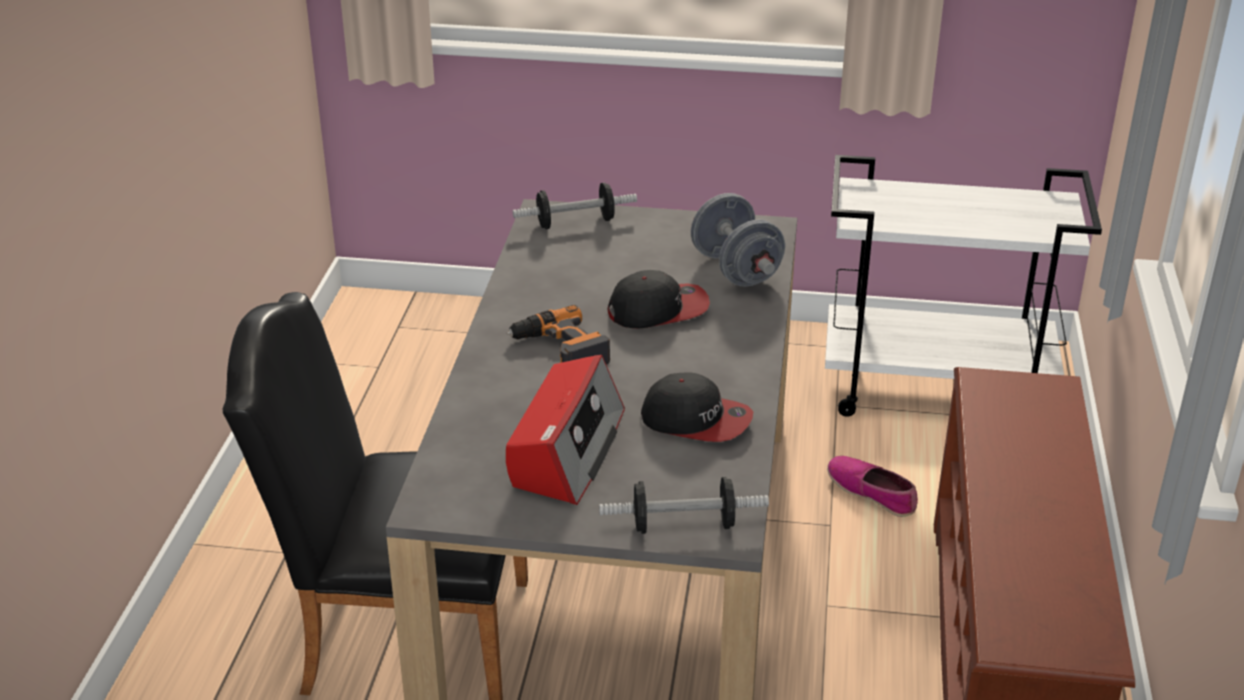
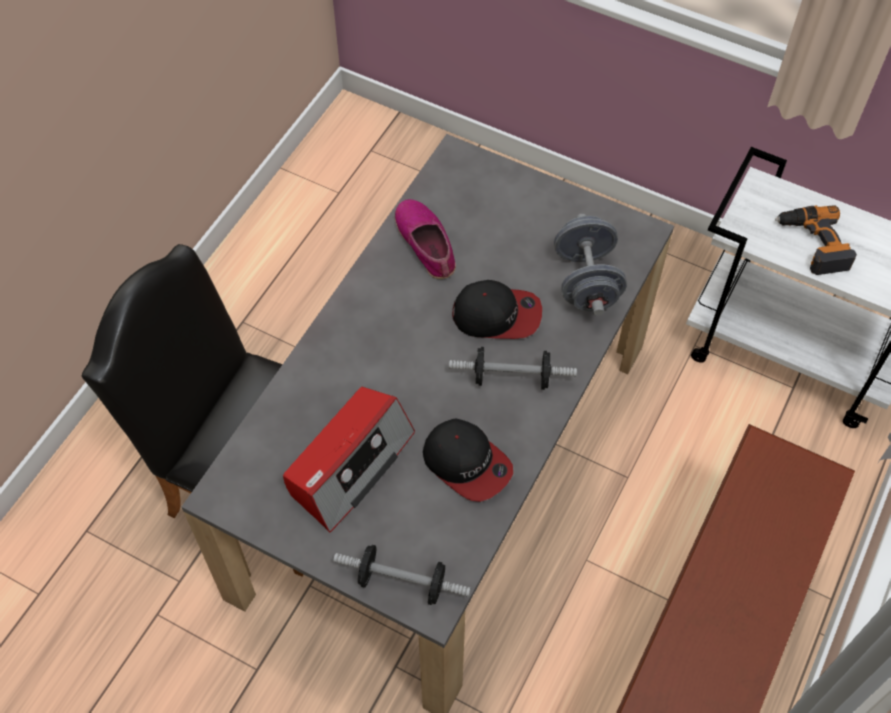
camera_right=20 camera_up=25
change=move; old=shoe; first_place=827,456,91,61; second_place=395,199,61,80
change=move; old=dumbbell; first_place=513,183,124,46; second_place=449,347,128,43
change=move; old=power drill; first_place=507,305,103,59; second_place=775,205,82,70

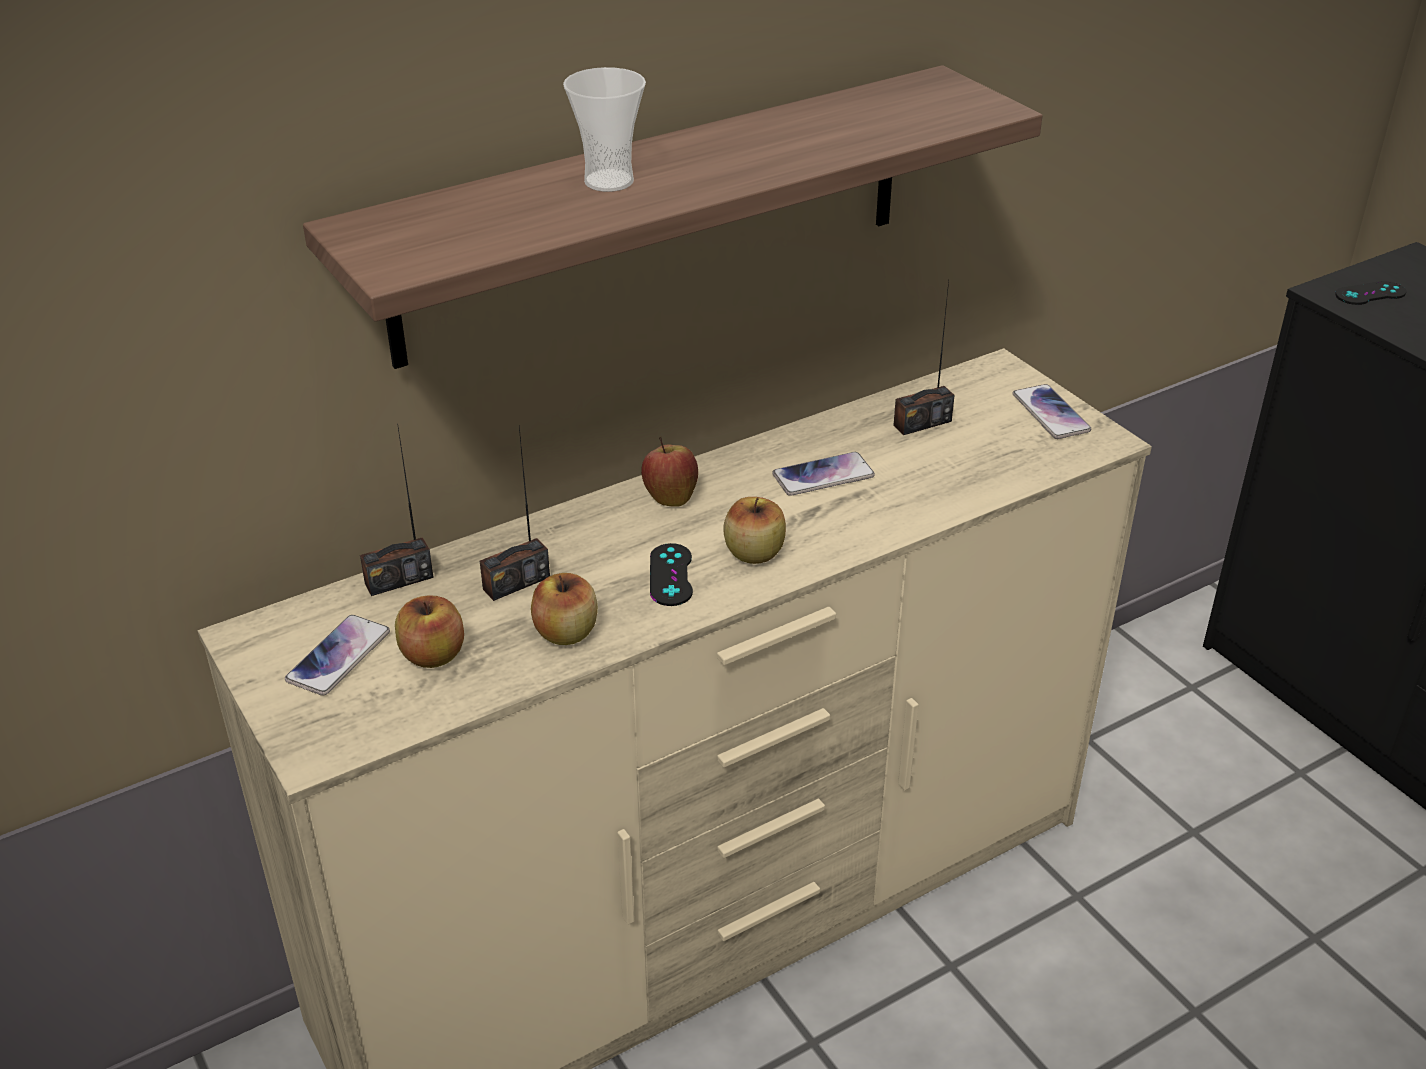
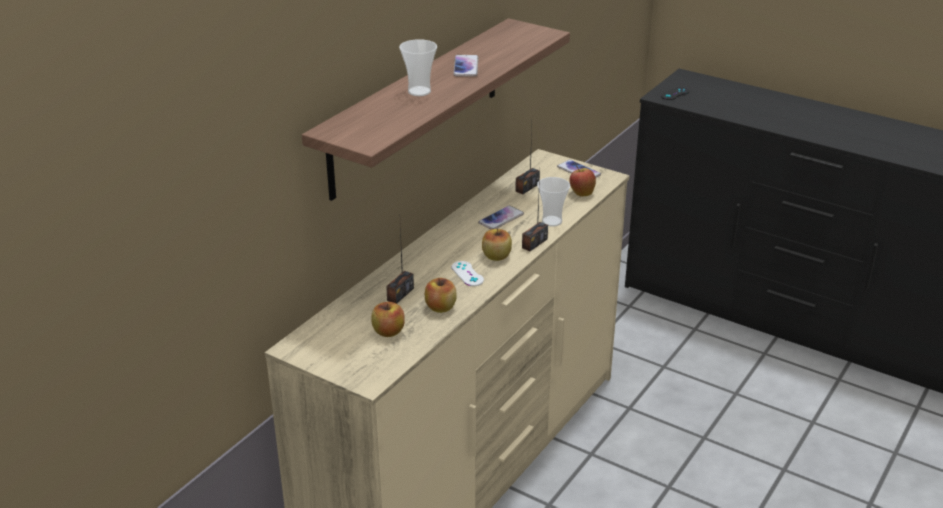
camera_right=-25 camera_up=-5
change=recolor; old=game controller (black); new=game controller (white); first_place=650,543,43,63; second_place=452,261,32,25
change=move; old=phone; first_place=285,615,105,81; second_place=453,55,25,22
change=move; old=radio; first_place=360,424,74,172; second_place=522,173,26,78
change=insert; new=cup; second_place=537,177,33,50
change=move; old=apple; first_place=641,436,57,70; second_place=569,165,27,31

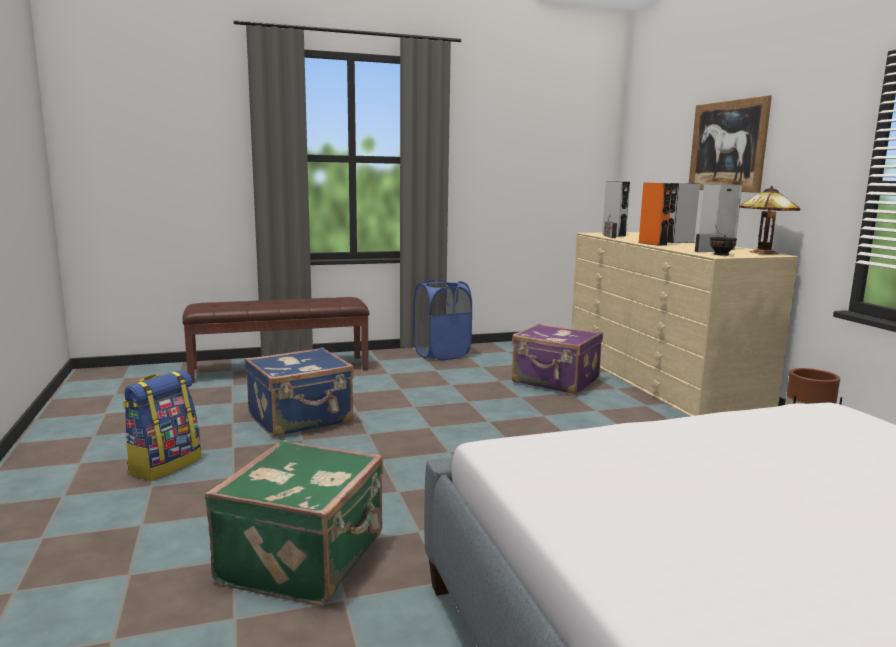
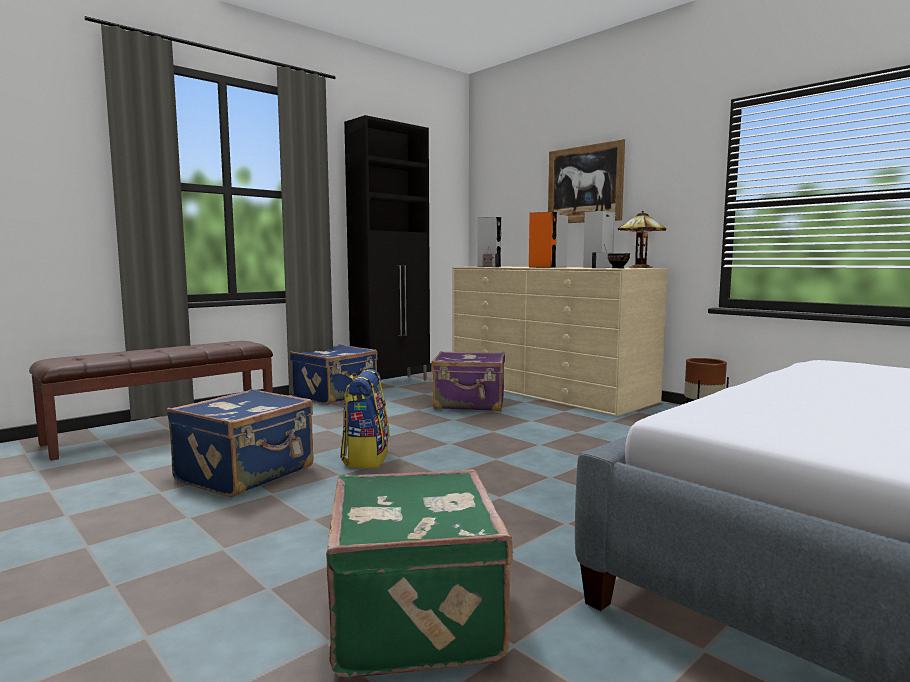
camera_right=-25 camera_up=-5
change=replace; old=laundry basket (blue); new=suitcase (blue); first_place=413,280,59,80; second_place=290,344,88,61
change=move; old=backpack; first_place=122,370,79,111; second_place=340,369,50,99
change=insert; new=cabinet (black); second_place=344,115,86,265

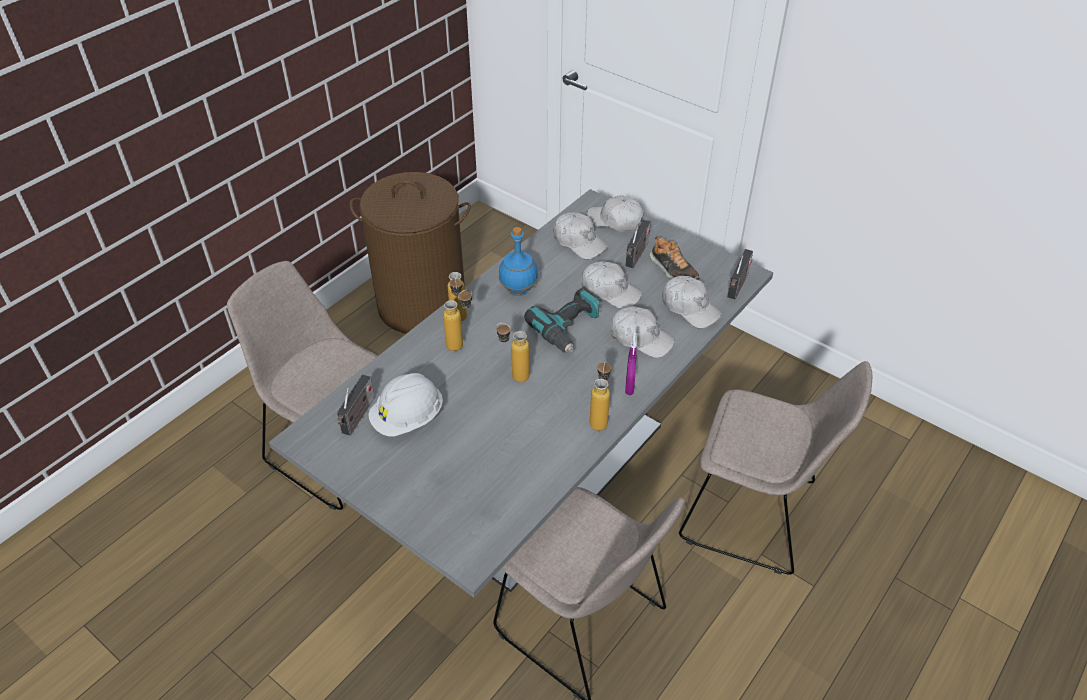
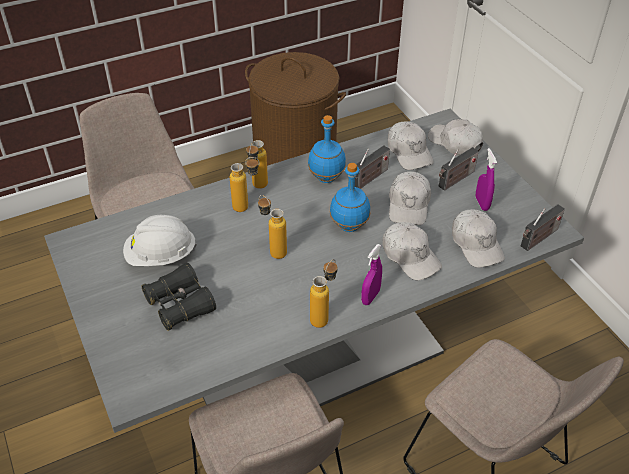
camera_right=25 camera_up=0
change=insert; new=binoculars (black); second_place=141,263,75,68
change=replace; old=power drill; new=bottle (blue); first_place=524,288,75,65; second_place=330,163,40,69
change=move; old=radio; first_place=337,375,38,61; second_place=355,145,35,44
change=rotate; old=cap (white); first_place=581,261,61,48; second_place=389,171,42,54; degrees=45
change=replace; old=shoe; new=spray bottle (purple); first_place=649,236,51,44; second_place=476,148,21,63

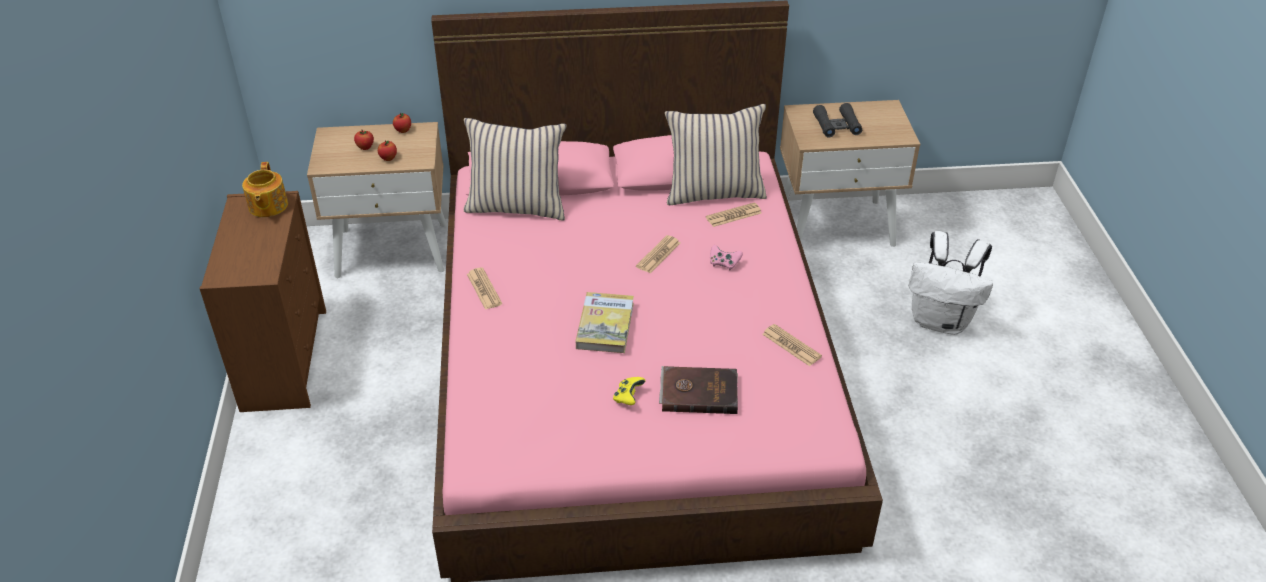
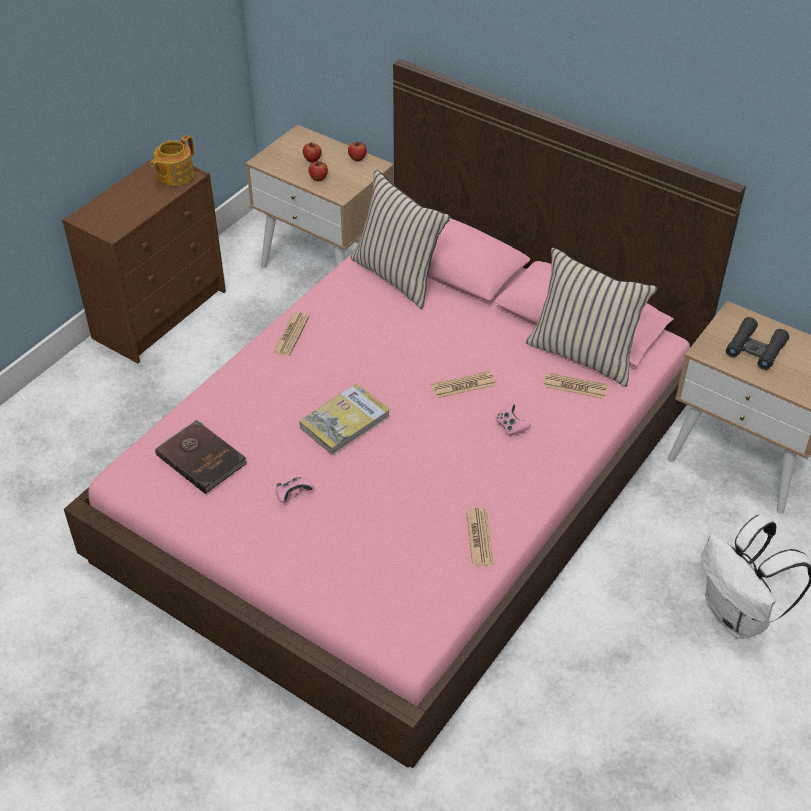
camera_right=40 camera_up=5
change=move; old=book (brown); first_place=659,366,79,48; second_place=155,419,92,75
change=recolor; old=game controller (yellow); new=game controller (pink); first_place=613,377,32,28; second_place=275,477,39,26

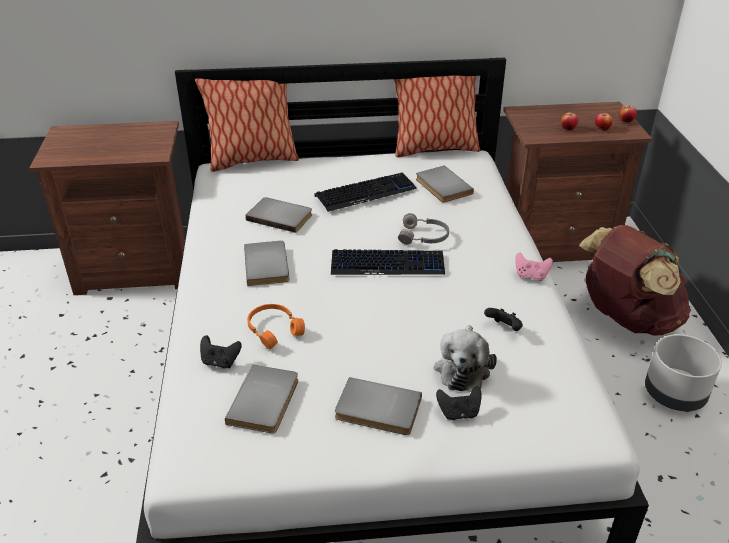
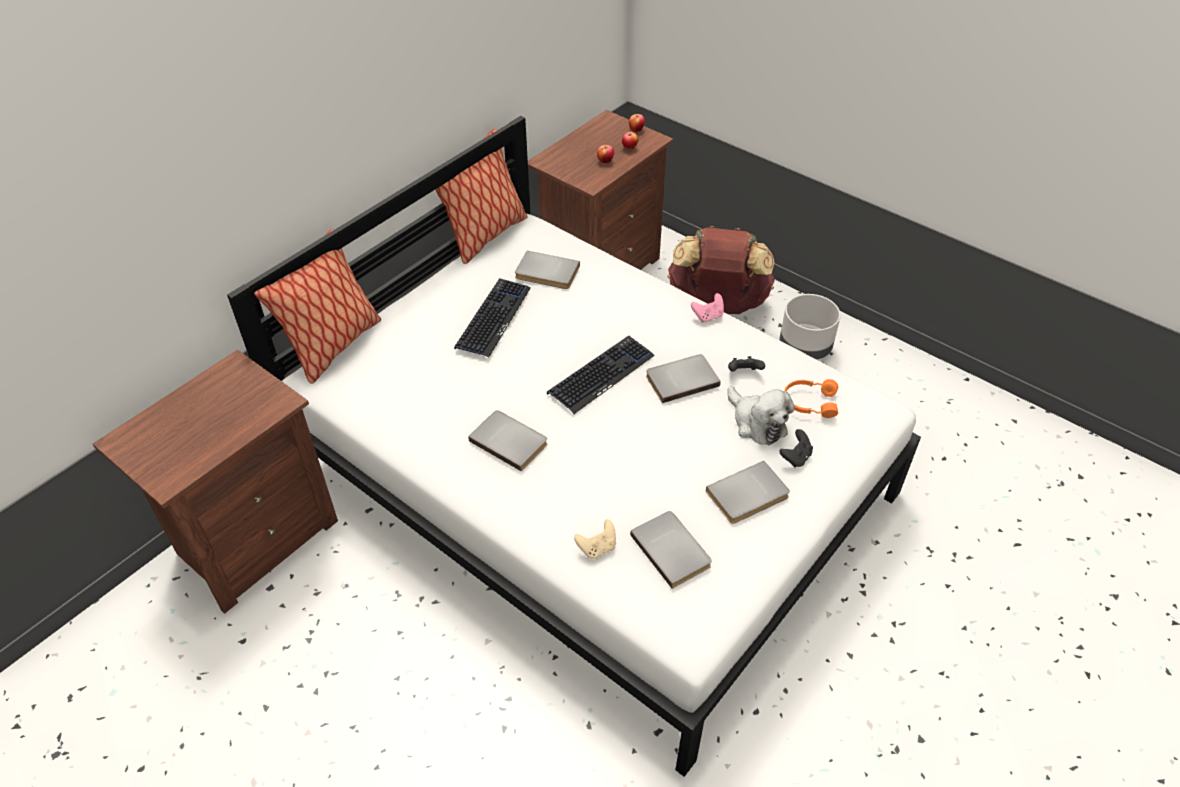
camera_right=-45 camera_up=10
change=recolor; old=game controller (black); new=game controller (beige); first_place=200,335,42,33; second_place=574,519,42,40
change=move; old=book (grey); first_place=245,197,67,36; second_place=646,354,75,49
change=move; old=headphones (orange); first_place=247,304,58,45; second_place=784,379,54,39
change=delete; old=headphones (grey); first_place=398,213,51,31

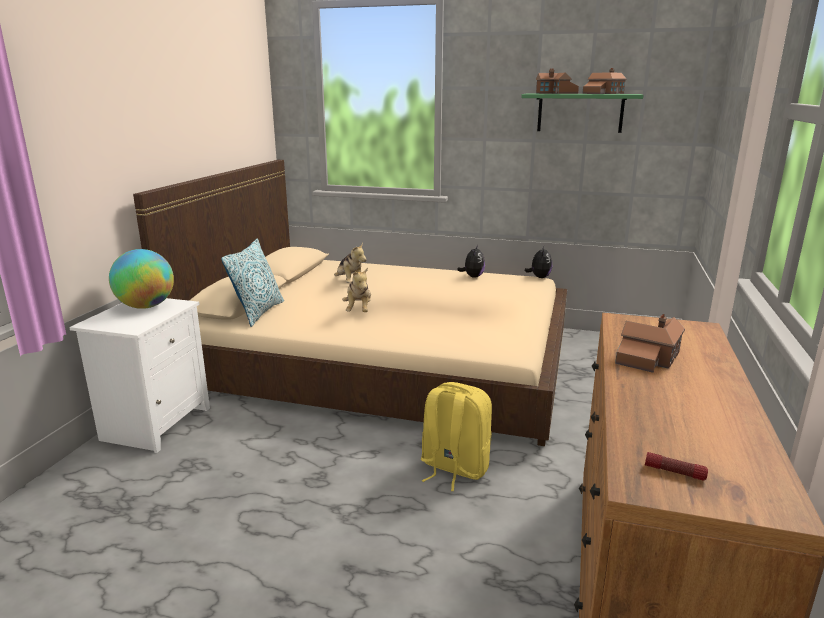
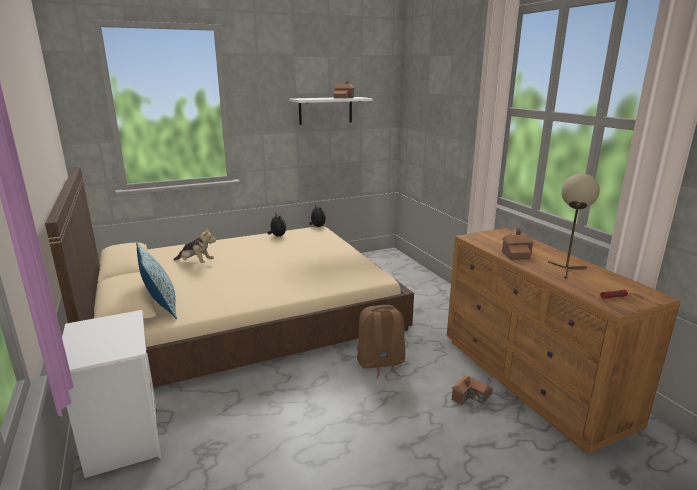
camera_right=-40 camera_up=0
change=recolor; old=shelf (green); new=shelf (white); first_place=521,94,123,39; second_place=289,97,84,28
change=recolor; old=backpack (yellow); new=backpack (brown); first_place=421,382,71,109; second_place=357,305,48,74
change=move; old=toy house; first_place=536,68,43,26; second_place=451,375,42,30
change=insert; new=table lamp (beige); second_place=548,174,52,104
change=delete; old=globe; first_place=109,249,65,60
change=delete; old=plush toy; first_place=342,268,29,44

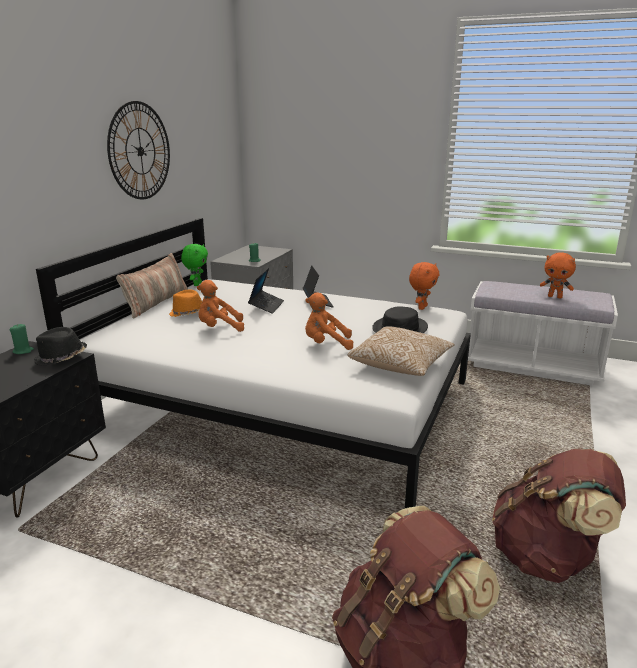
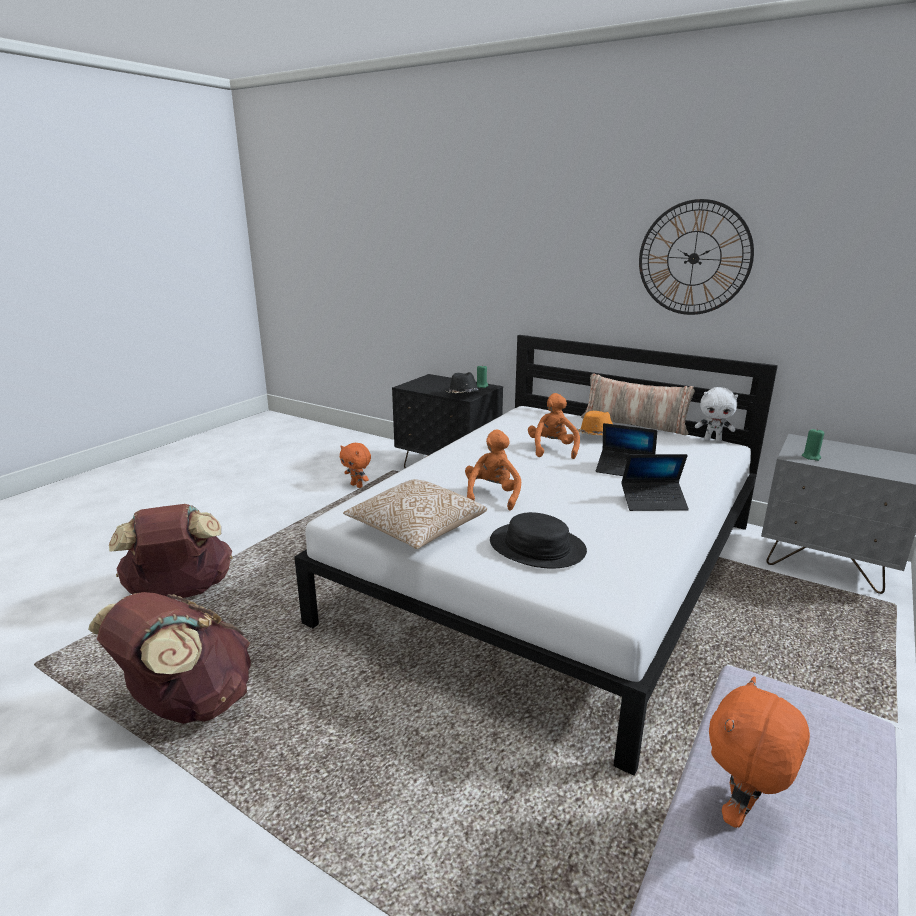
camera_right=100 camera_up=0
change=move; old=plush toy (orange); first_place=409,262,30,48; second_place=340,443,31,45
change=recolor; old=plush toy (green); new=plush toy (white); first_place=181,244,27,42; second_place=695,387,43,54

